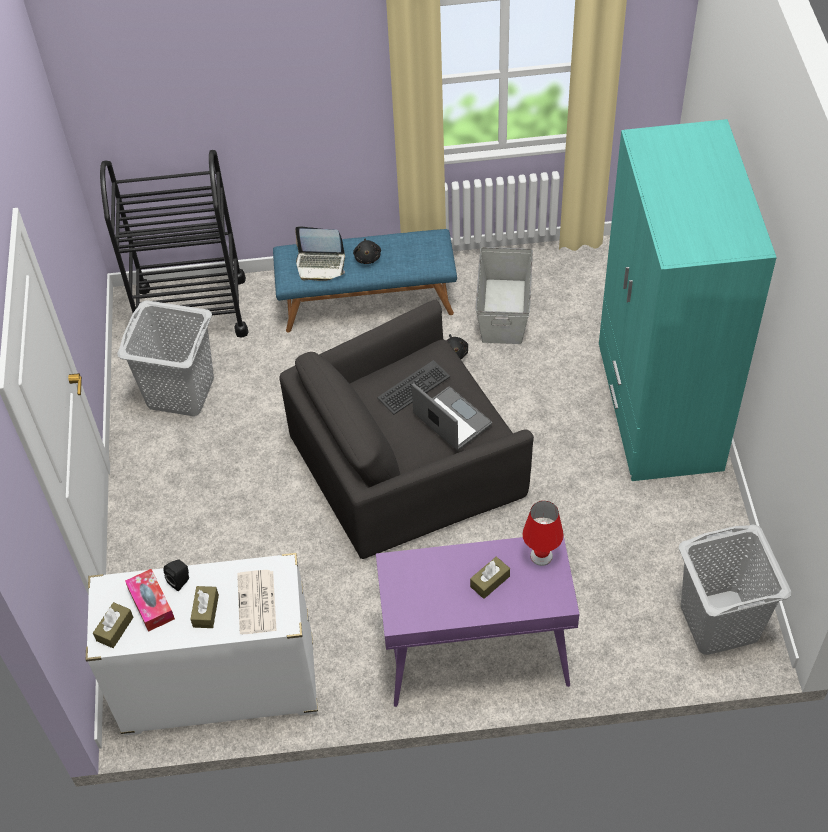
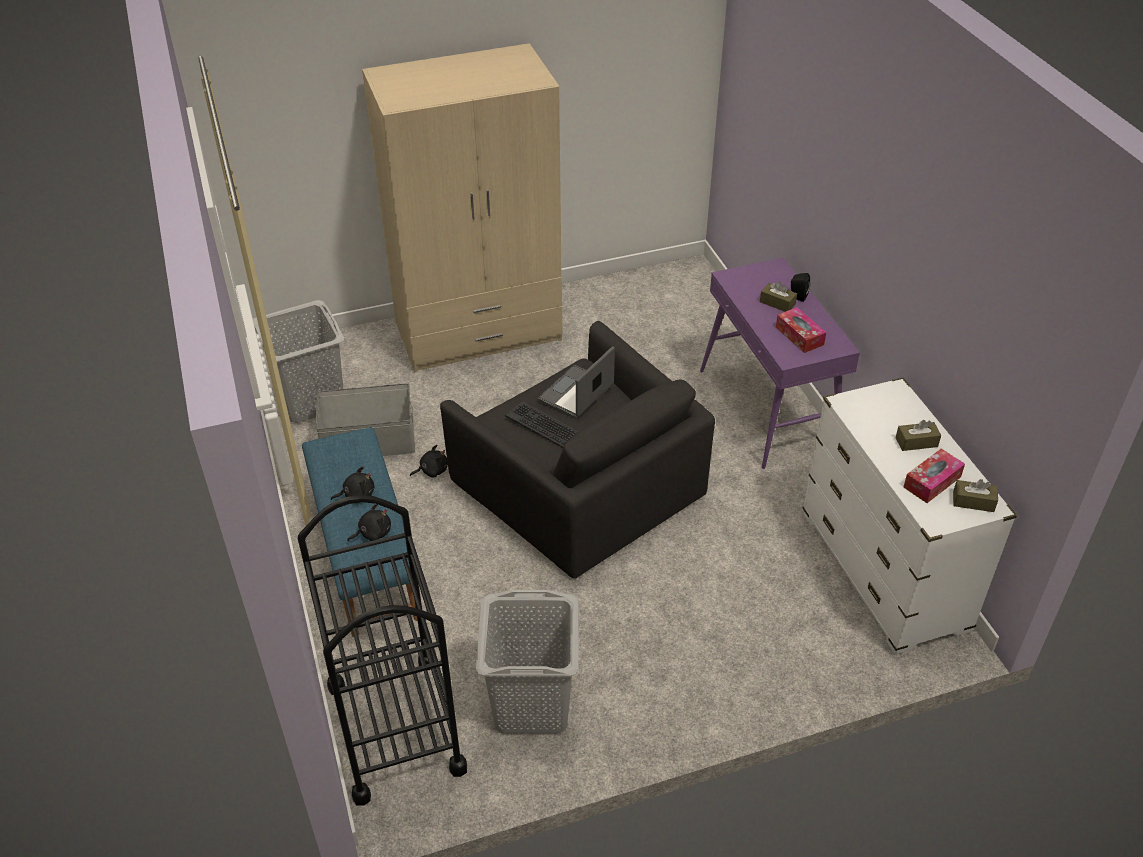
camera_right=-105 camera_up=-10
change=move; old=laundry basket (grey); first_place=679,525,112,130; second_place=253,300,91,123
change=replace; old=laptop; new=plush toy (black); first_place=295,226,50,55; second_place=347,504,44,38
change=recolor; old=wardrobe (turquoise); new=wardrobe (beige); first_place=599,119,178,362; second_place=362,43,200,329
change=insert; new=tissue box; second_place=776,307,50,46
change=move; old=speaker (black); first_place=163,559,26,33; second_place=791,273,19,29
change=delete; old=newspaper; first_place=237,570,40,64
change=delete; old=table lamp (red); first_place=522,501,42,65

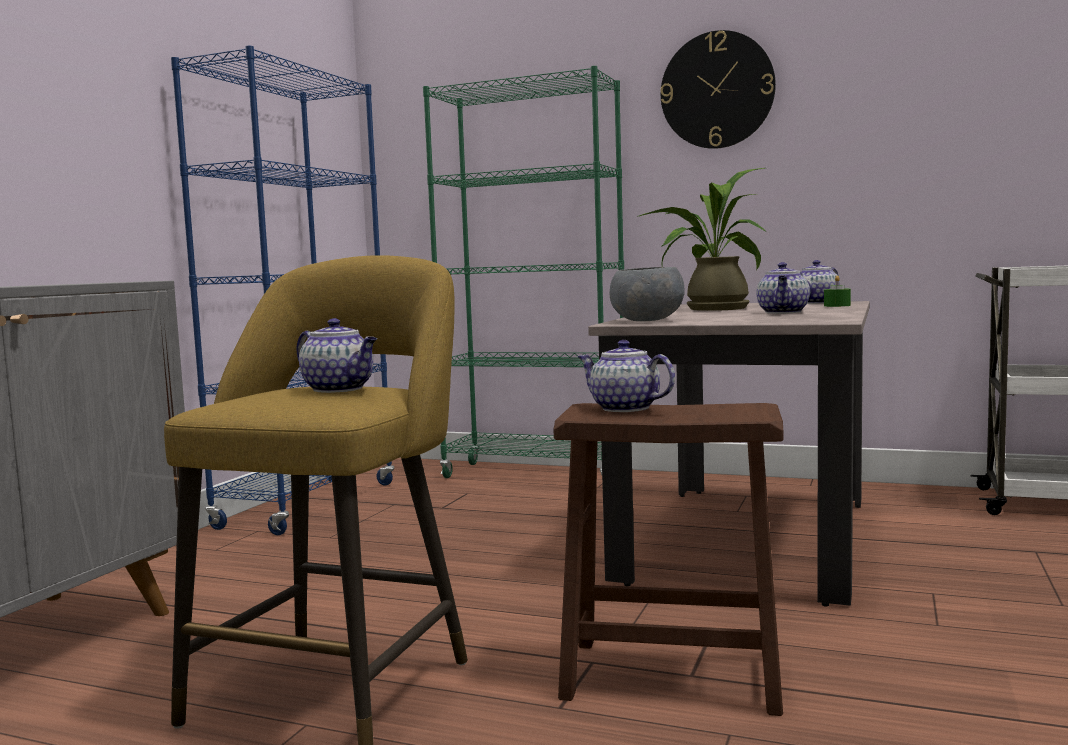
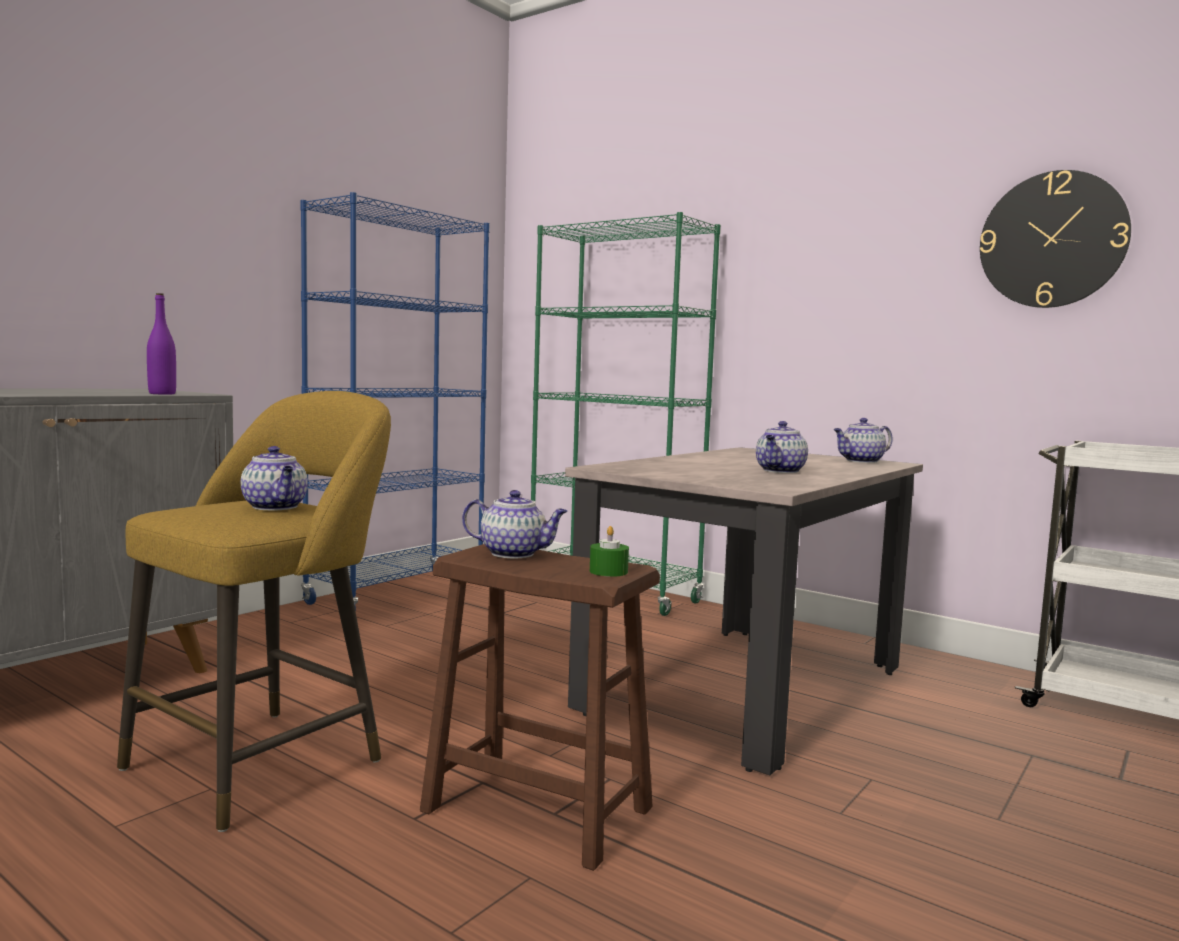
camera_right=15 camera_up=0
change=insert; new=bottle (purple); second_place=147,293,29,101
change=rotate; old=teapot; first_place=578,340,97,72; second_place=462,490,105,68; degrees=135
change=move; old=candle (green); first_place=824,275,27,32; second_place=590,526,39,51
change=move; old=wall clock; first_place=661,30,115,119; second_place=980,170,151,138
change=delete; old=bowl (grey); first_place=610,267,75,54
change=delete; old=potted plant; first_place=637,168,129,143

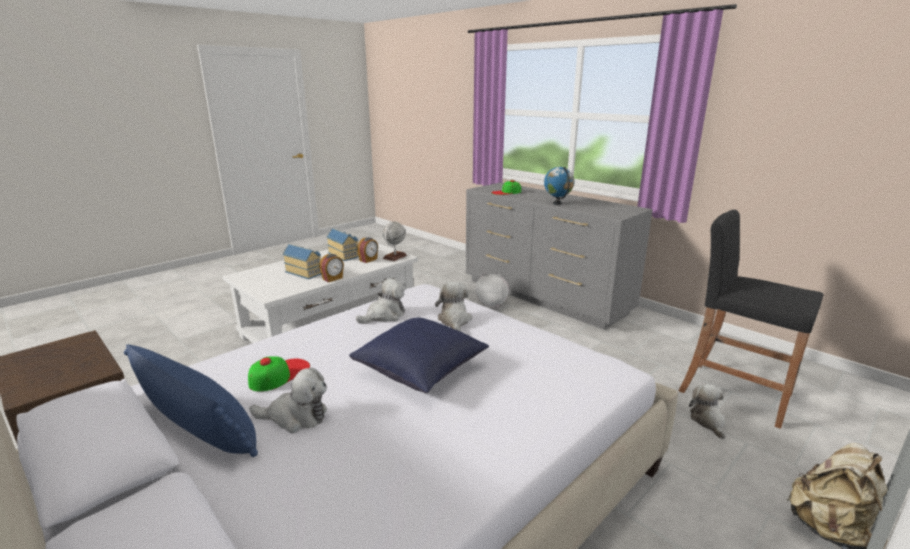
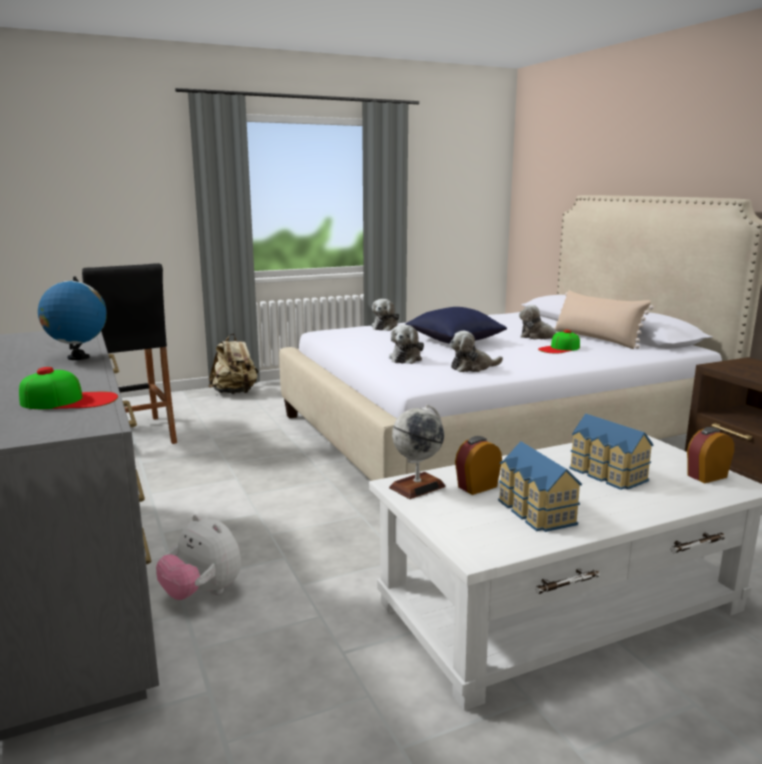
camera_right=-160 camera_up=-5
change=move; old=plush toy; first_place=689,384,37,55; second_place=372,299,27,32
change=recolor; old=pillow (blue); new=pillow (beige); first_place=124,344,134,113; second_place=554,290,100,59
change=move; old=alarm clock; first_place=319,254,25,28; second_place=687,427,47,56

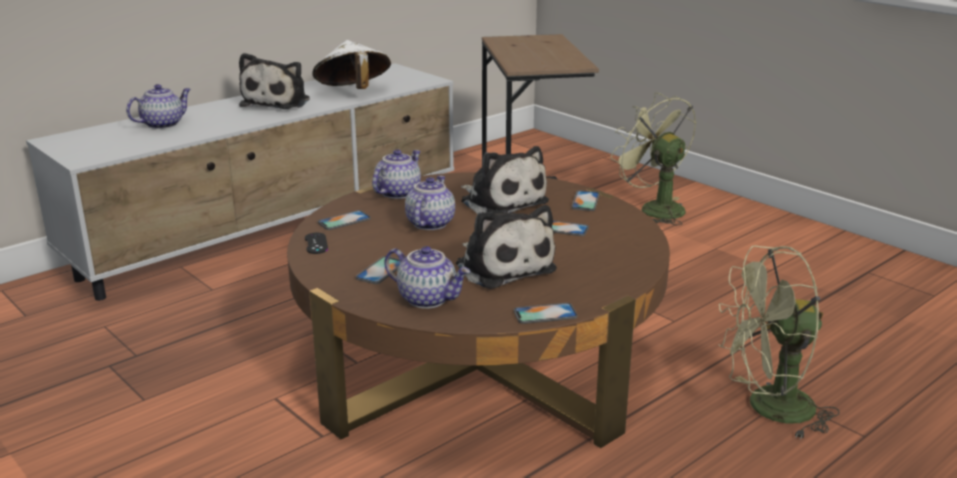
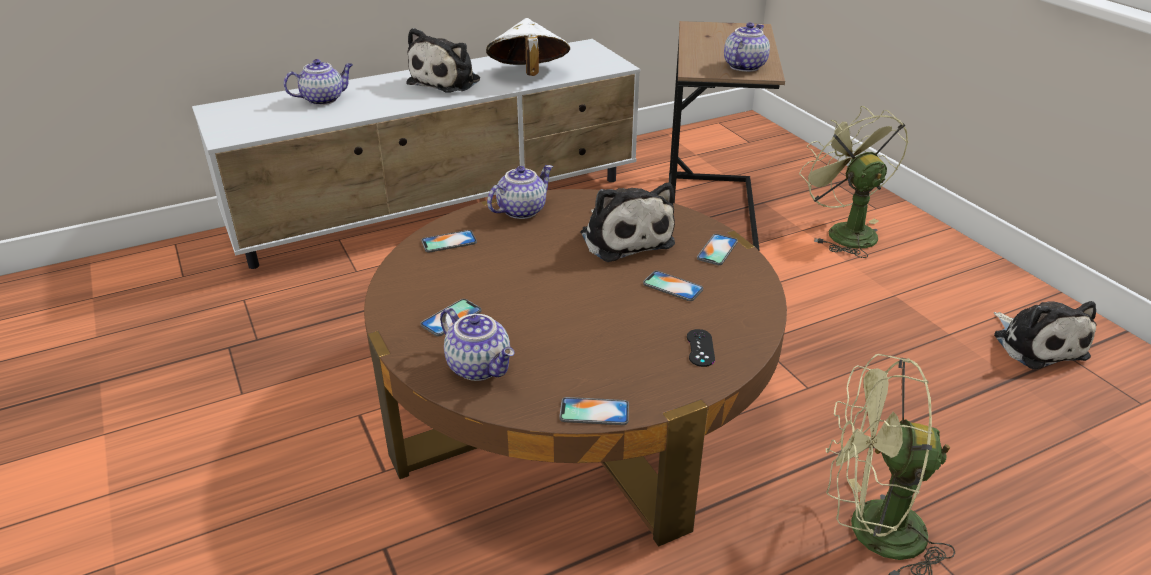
camera_right=15 camera_up=10
change=move; old=game controller (black); first_place=305,233,23,21; second_place=687,329,28,38
change=move; old=teapot; first_place=405,176,50,54; second_place=724,23,46,49
change=move; old=plush toy; first_place=456,205,101,84; second_place=994,301,102,68

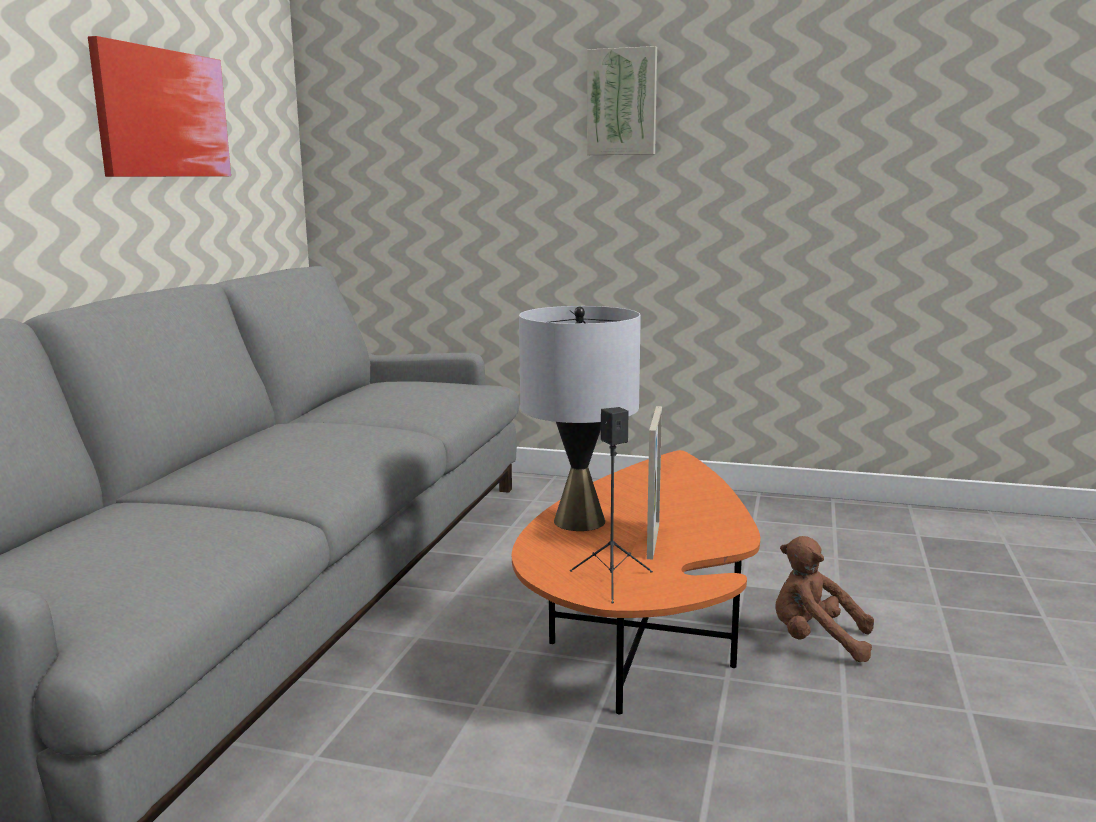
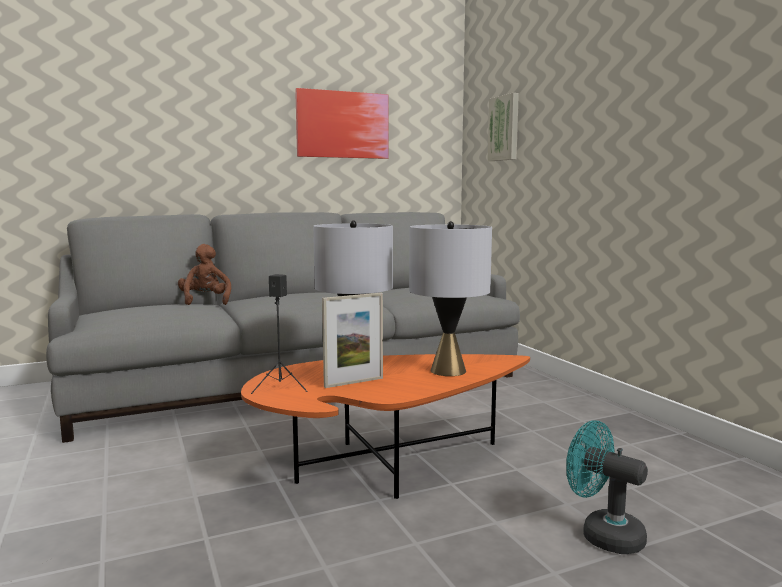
camera_right=50 camera_up=-5
change=move; old=plush toy (brown); first_place=775,536,99,126; second_place=178,244,53,61
change=insert; new=table lamp (grey); second_place=409,221,83,155
change=move; old=picture; first_place=587,46,70,109; second_place=487,93,32,68
change=insert; new=fan (turquoise); second_place=566,420,82,134

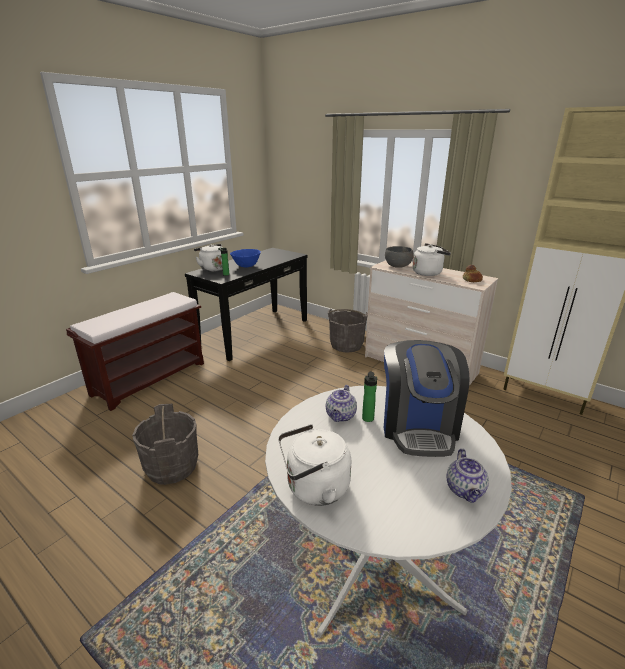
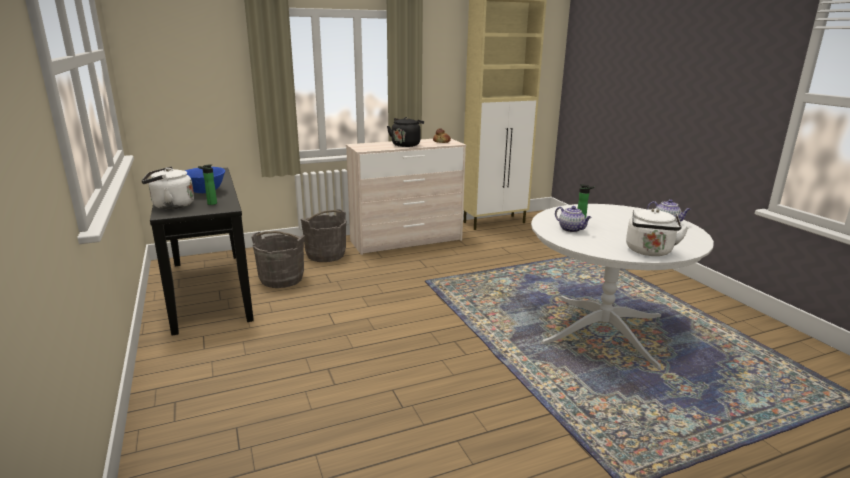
camera_right=-60 camera_up=-5
change=move; old=bucket (grey); first_place=132,404,66,81; second_place=251,231,54,57
change=recolor; old=kettle (white); new=kettle (black); first_place=413,243,38,33; second_place=387,117,37,30
change=delete; old=bench (brown); first_place=66,292,138,119
change=delete; old=coffee machine; first_place=384,340,85,117
change=delete; old=bowl (grey); first_place=385,246,29,22

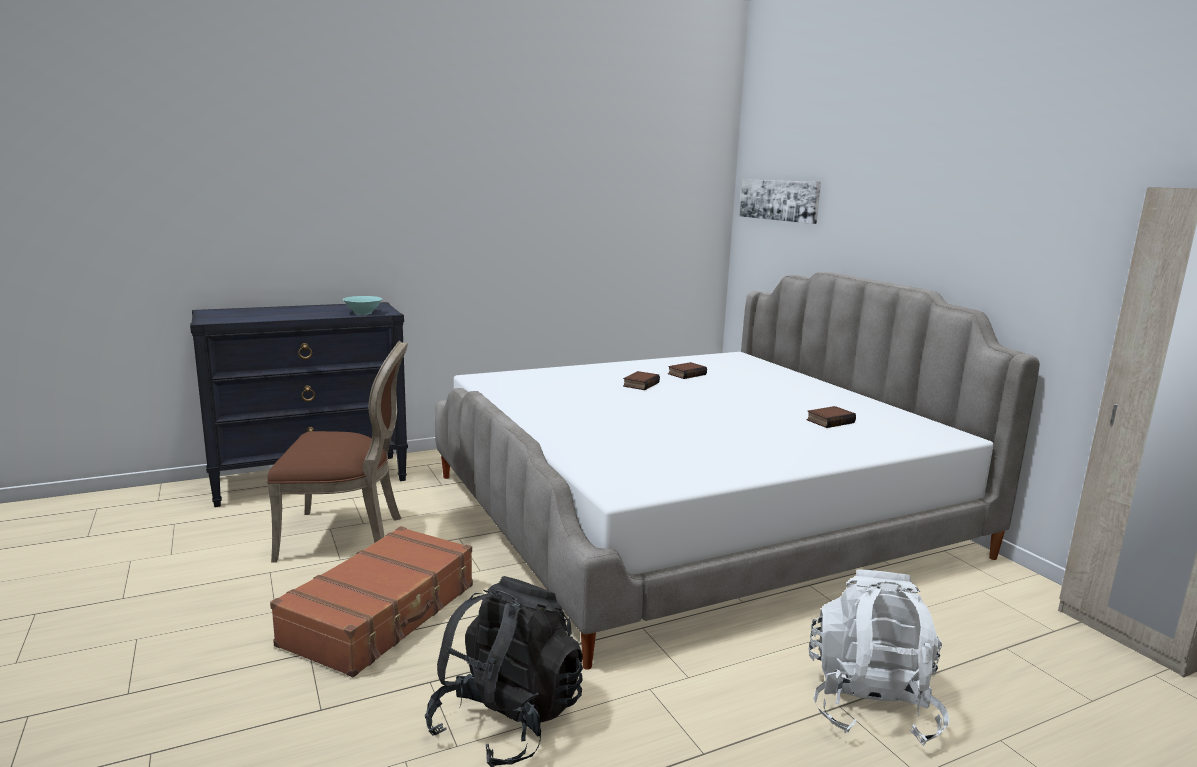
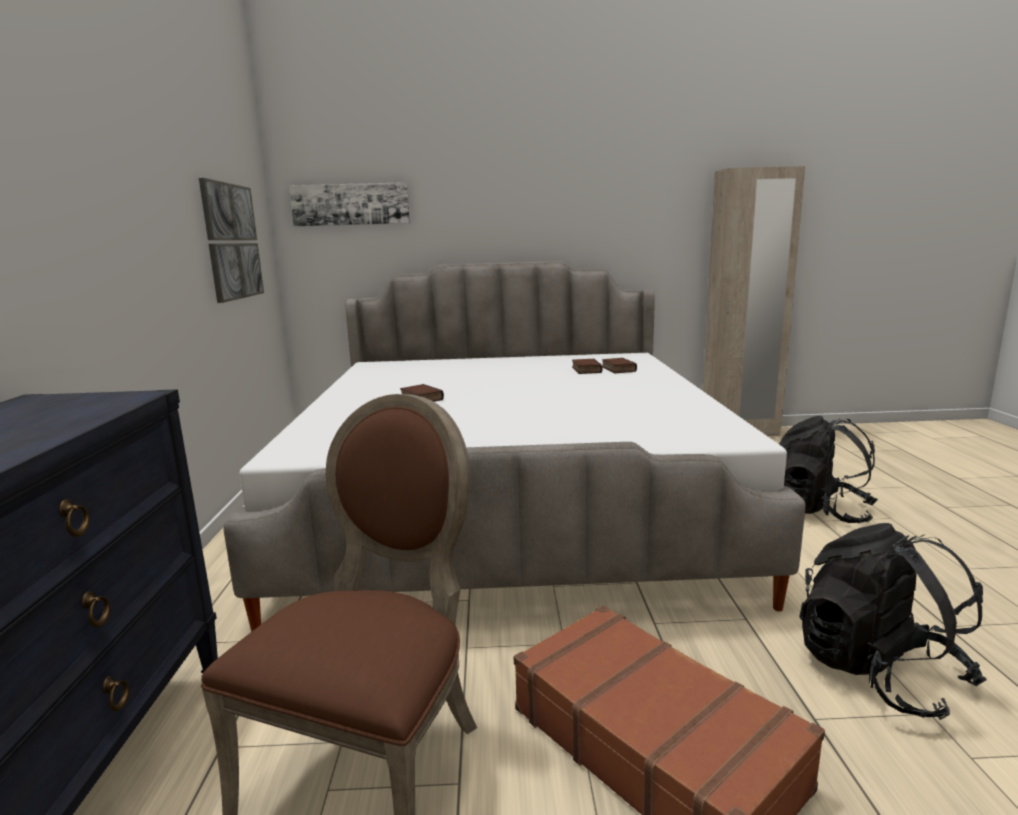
camera_right=-65 camera_up=0
change=insert; new=picture; second_place=199,178,65,125
change=move; old=book; first_place=668,362,39,17; second_place=602,358,35,15
change=recolor; old=backpack (white); new=backpack (black); first_place=808,569,141,177; second_place=779,416,99,107
change=delete; old=bowl (turquoise); first_place=342,296,40,19

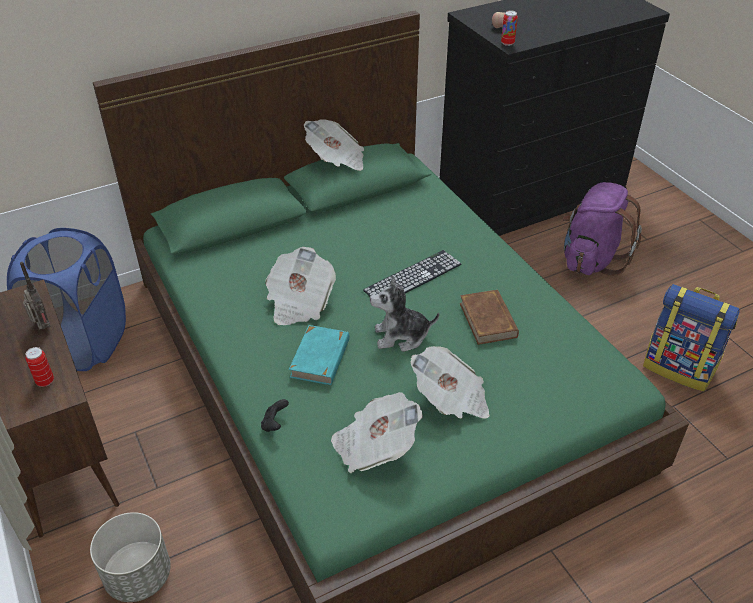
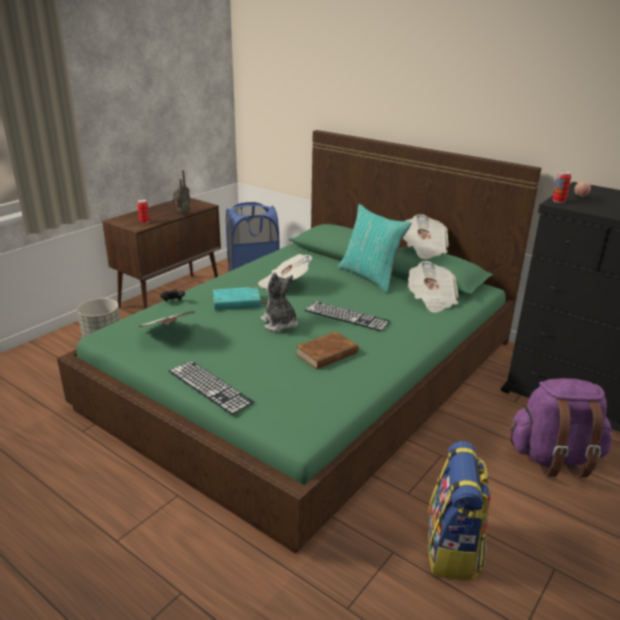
camera_right=65 camera_up=-15
change=insert; new=keyboard; second_place=169,361,85,54
change=insert; new=pillow (turquoise); second_place=338,204,73,89
change=move; old=newspaper; first_place=411,346,79,73; second_place=408,261,50,52

